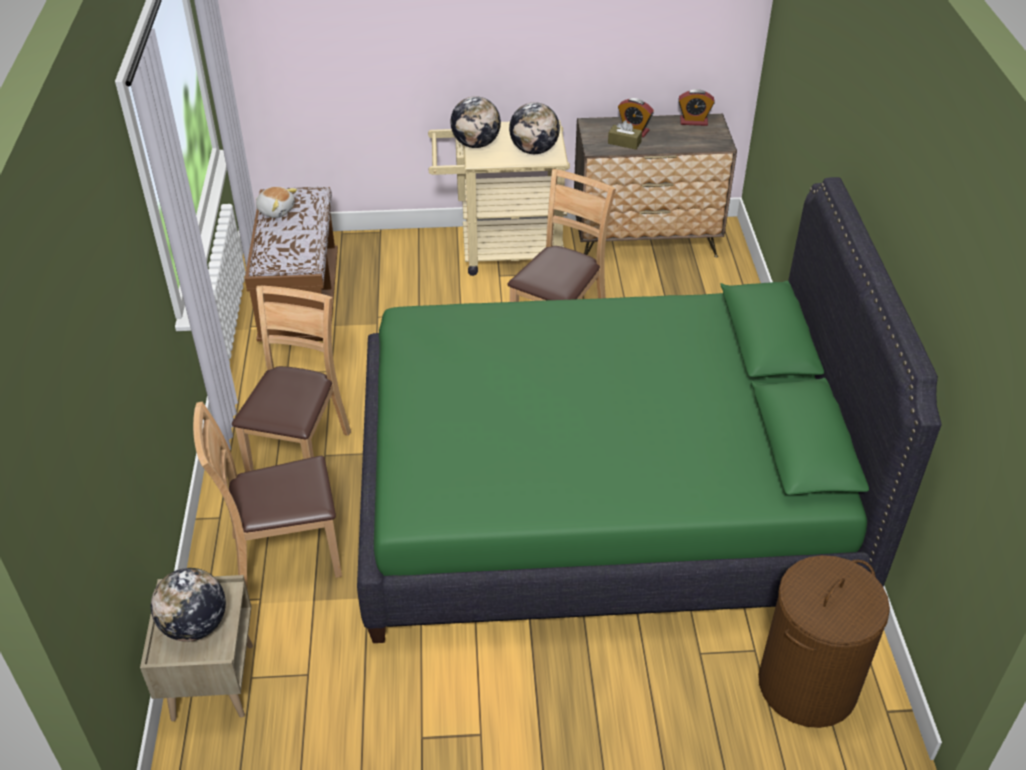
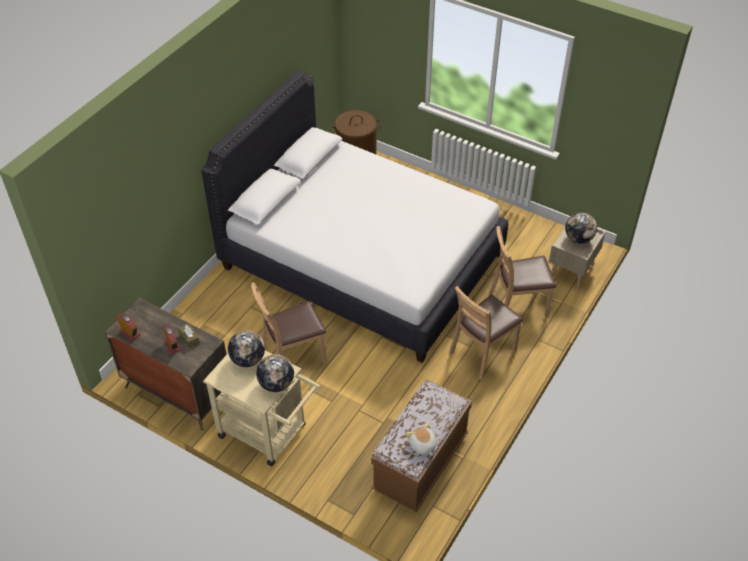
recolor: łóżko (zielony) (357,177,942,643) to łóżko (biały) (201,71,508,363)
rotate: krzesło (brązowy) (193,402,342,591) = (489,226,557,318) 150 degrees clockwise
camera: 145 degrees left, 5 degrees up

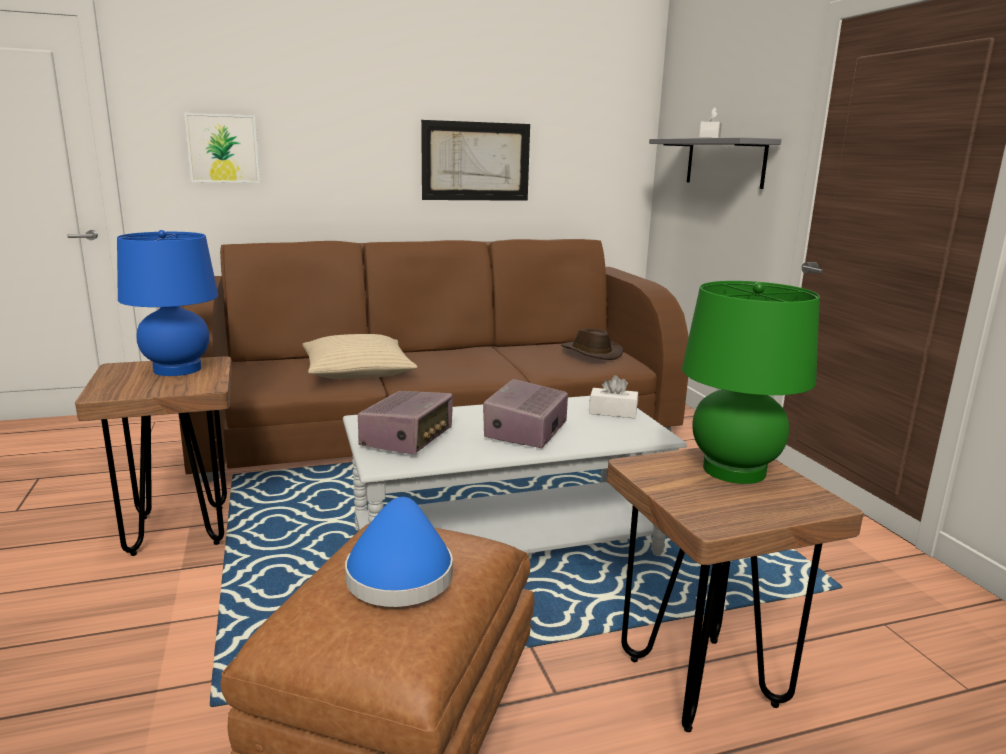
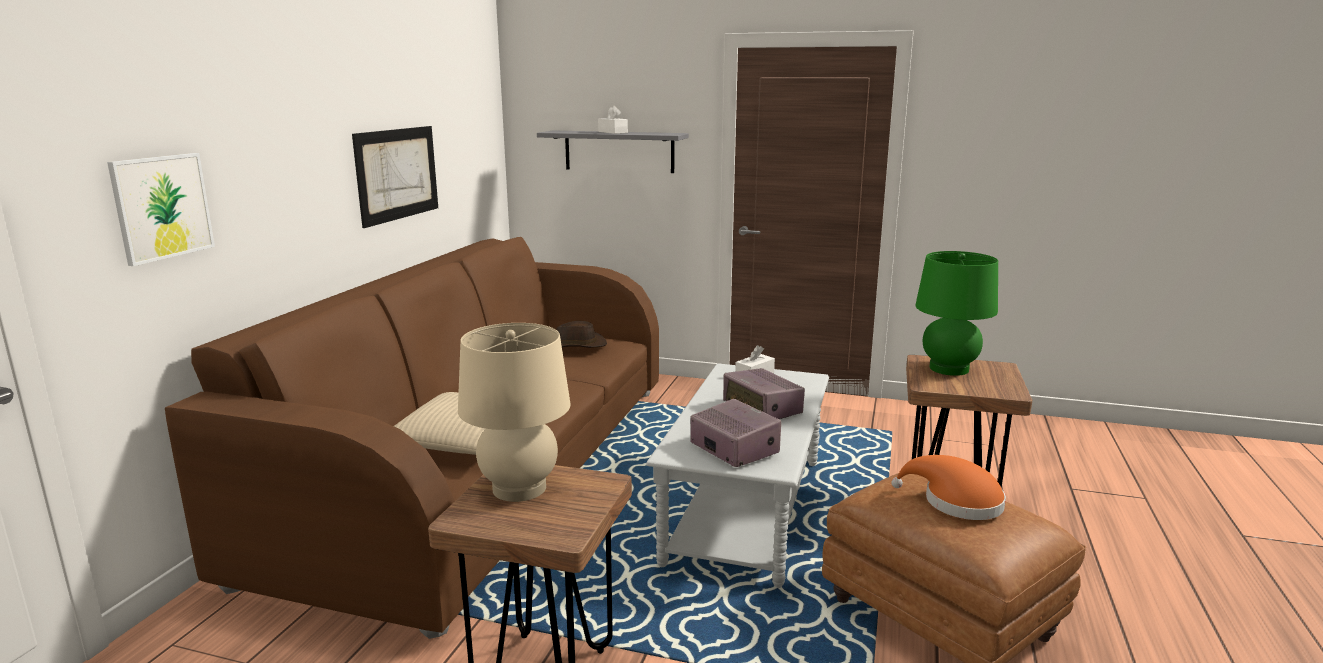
recolor: lampa stołowa (niebieski) (117,230,218,376) to lampa stołowa (beżowy) (458,323,570,502); kapelusz (niebieski) (345,497,453,607) to kapelusz (pomarańczowy) (891,455,1006,520)
camera: 55 degrees left, 0 degrees up

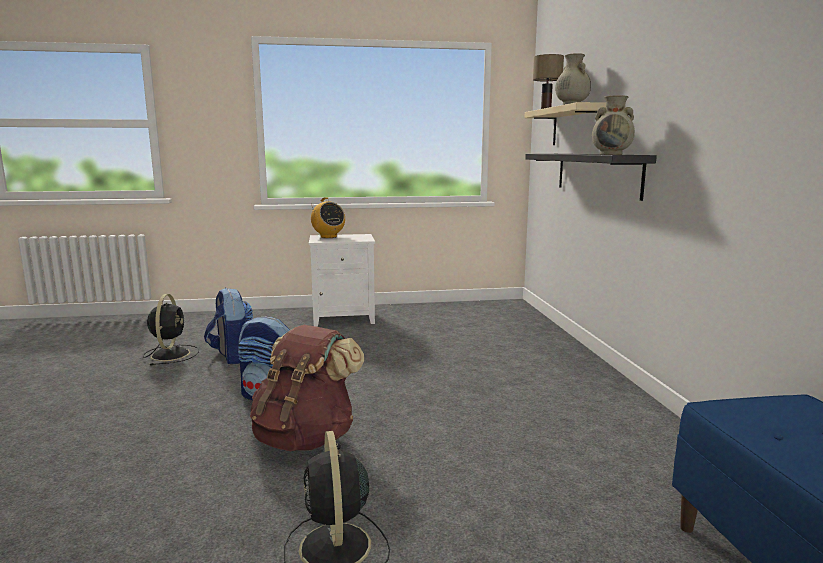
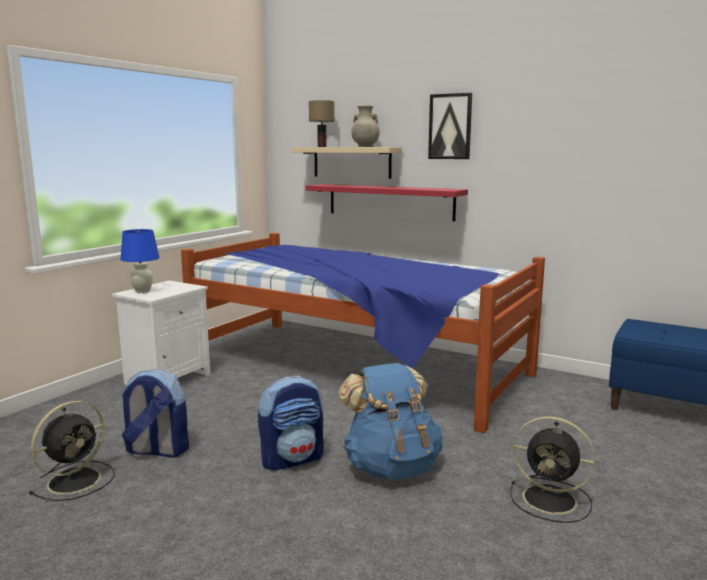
delete: wazon (beżowy) (592,95,635,155)
insert: łóżko (181,233,545,433); obraz (428,93,472,159)
replace: radio (311,197,345,238) to lampa stołowa (niebieski) (121,229,160,293)
recolor: plecak (brązowy) (250,325,364,451) to plecak (niebieski) (338,363,443,480); półka (czarny) (525,154,657,201) to półka (czerwony) (306,184,468,221)
rotate: wentylator (czarny) (143,294,199,365) = (28,401,115,501) 90 degrees clockwise
camera: 50 degrees left, 0 degrees up

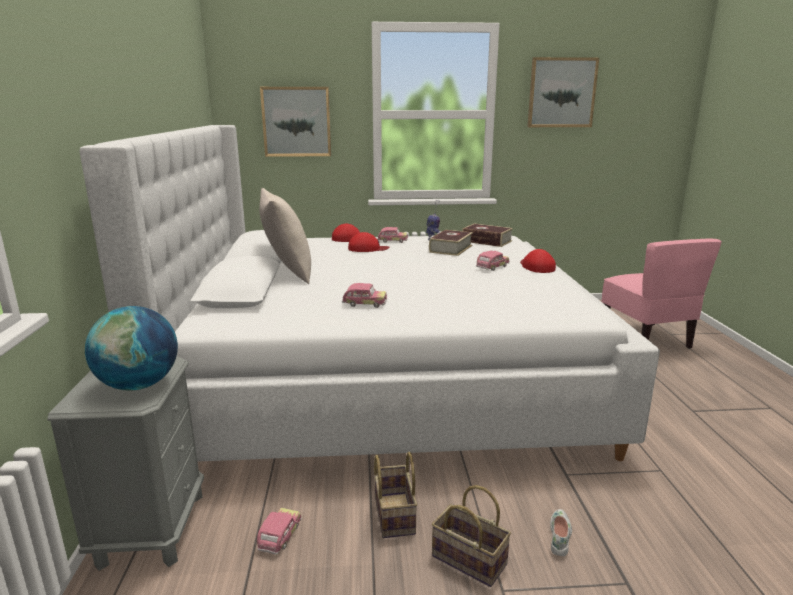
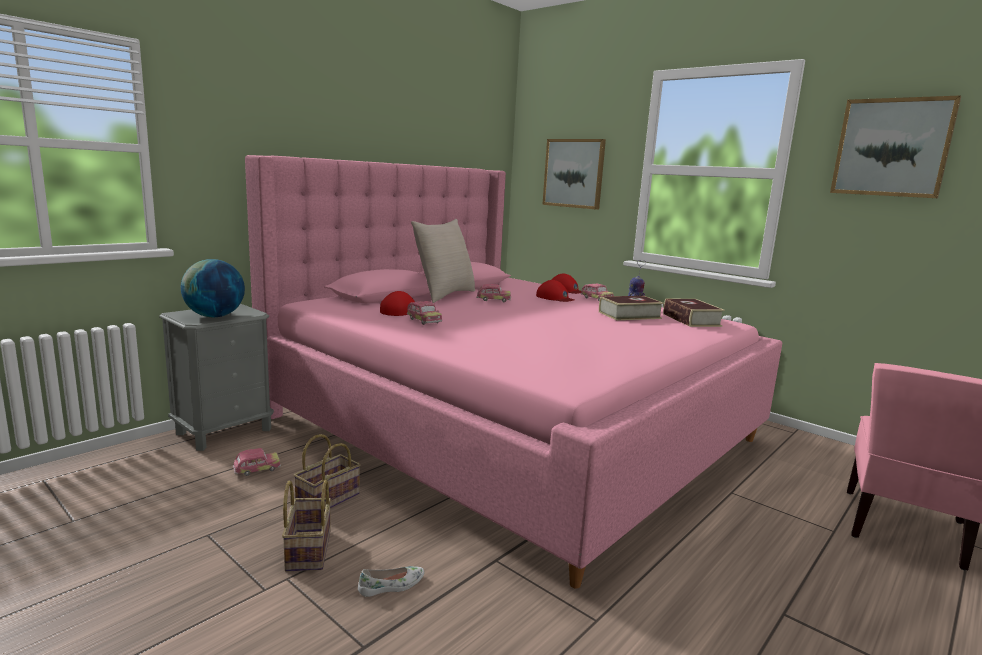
move: samochodzik (476,251,509,271) to (477,284,511,302); czapka z daszkiem (czerwony) (520,249,556,273) to (380,291,415,316)
recolor: łóżko (biały) (79,125,660,462) to łóżko (różowy) (245,155,782,589)
camera: 45 degrees right, 5 degrees down

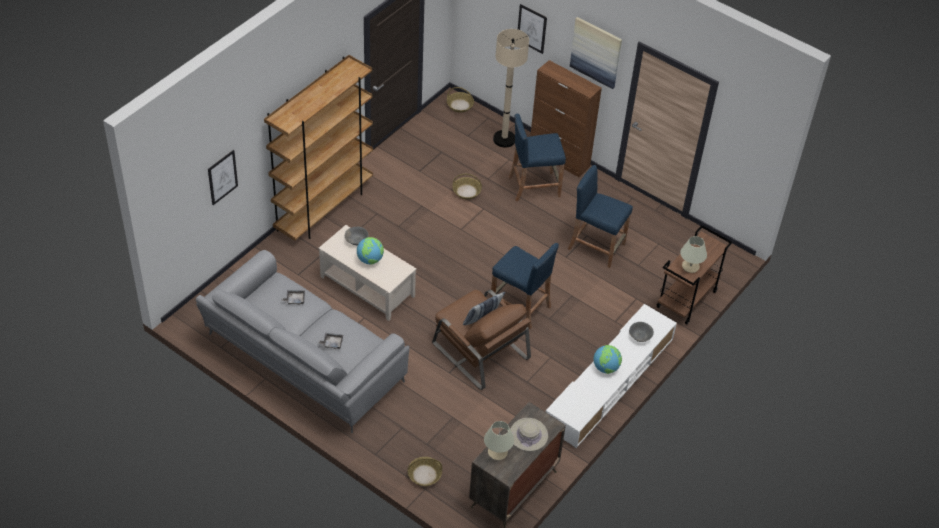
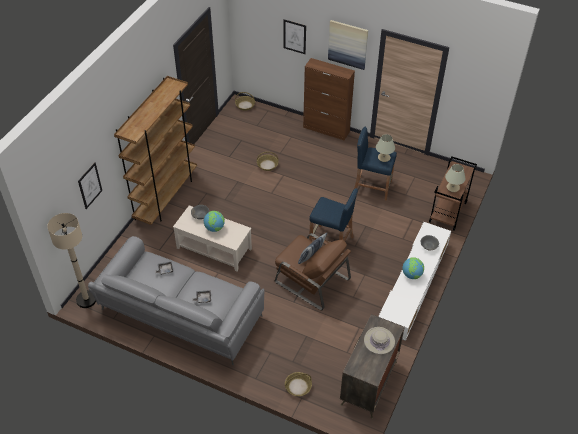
delete: stołek (niebieski) (509,113,566,201)
move: lampa stołowa (beżowy) (484,421,514,460) to (376,134,395,162); lampa stojąca (beżowy) (493,29,529,148) to (47,213,96,308)
camera: 10 degrees left, 0 degrees up

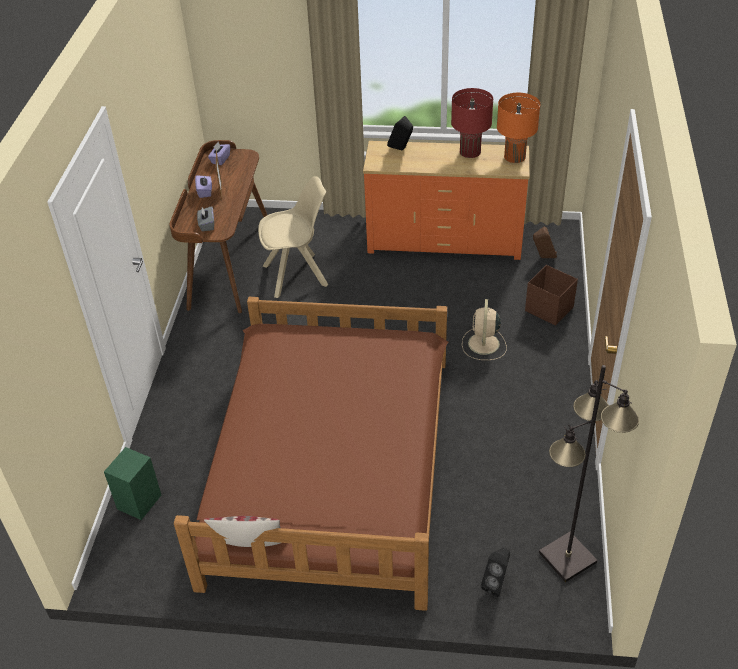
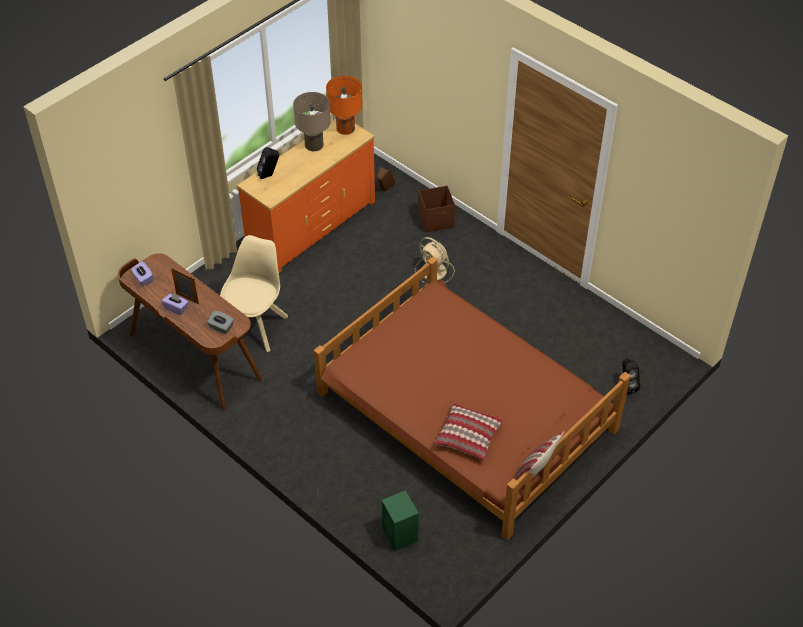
delete: lampa stojąca (czarny) (539,365,639,582)
insert: poduszka (434,402,503,460)
recolor: lampa stołowa (czerwony) (451,88,493,158) to lampa stołowa (beżowy) (293,92,331,151)
camera: 55 degrees left, 5 degrees up

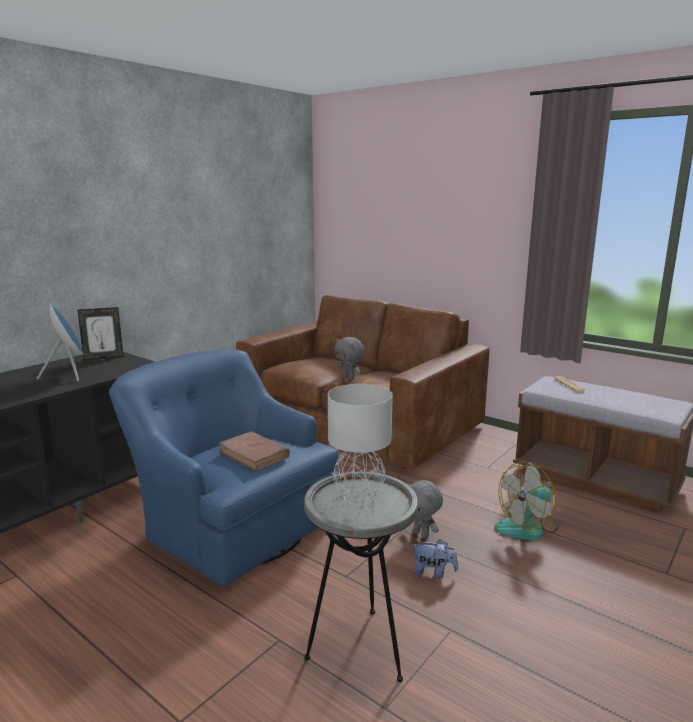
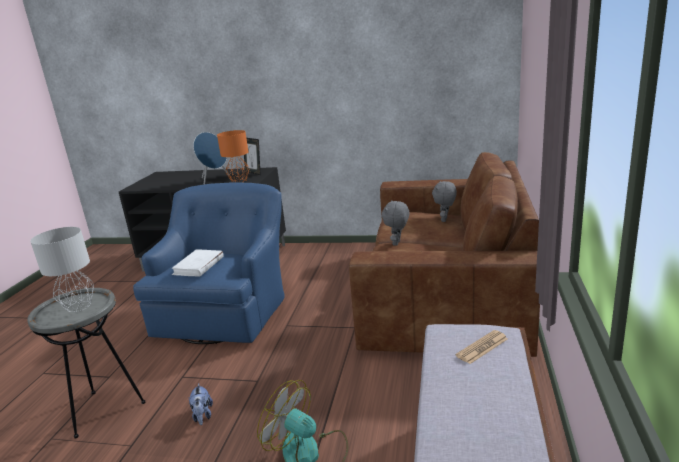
insert: lampa stołowa (pomarańczowy) (217,130,249,183)
move: pluszak (szary) (407,480,443,539) to (432,181,457,222)
recolor: książka (brązowy) (218,431,290,471) to książka (biały) (171,249,224,277)
camera: 65 degrees right, 5 degrees up

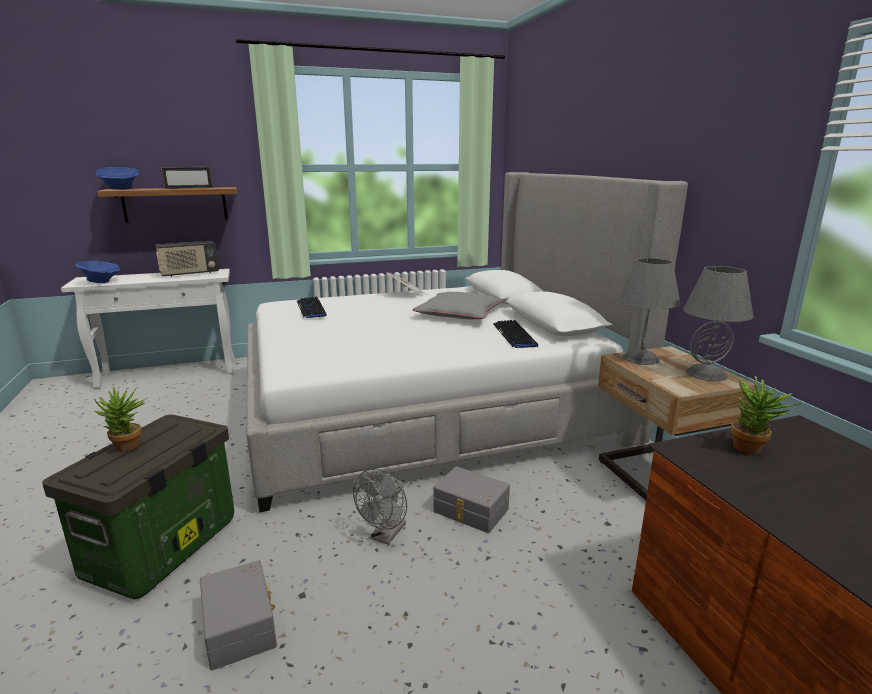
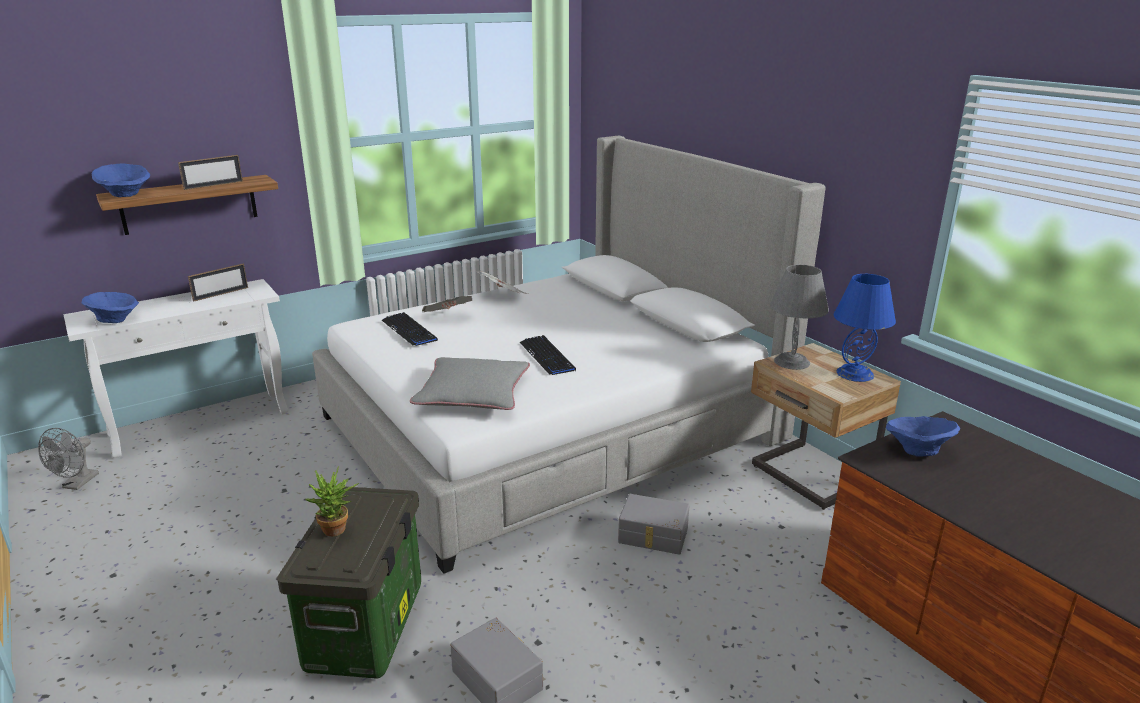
insert: gazeta (422,296,472,312)
move: wentylator (szary) (353,469,407,545) to (38,428,99,490); poduszka (szary) (412,292,504,319) to (410,357,530,410); klawiatura (493,320,538,348) to (520,335,576,375)
replace: radio (156,241,219,277) to ramka na zdjęcie (188,264,248,301); roślina doniczkowa (731,376,802,455) to miska (niebieski) (886,416,960,457)
recolor: lampa stołowa (szary) (683,266,754,381) to lampa stołowa (niebieski) (834,274,896,382)
camera: 15 degrees left, 5 degrees up

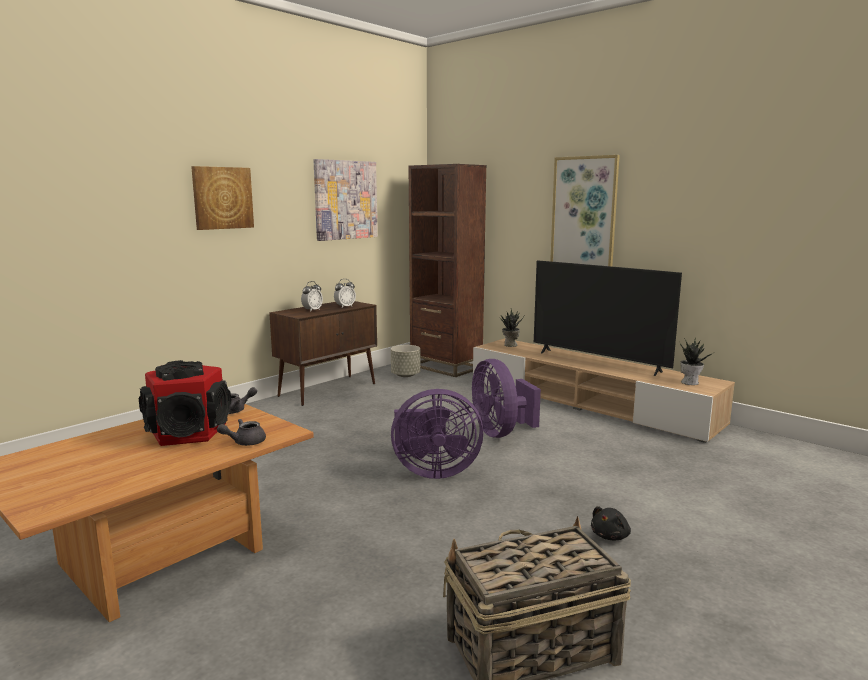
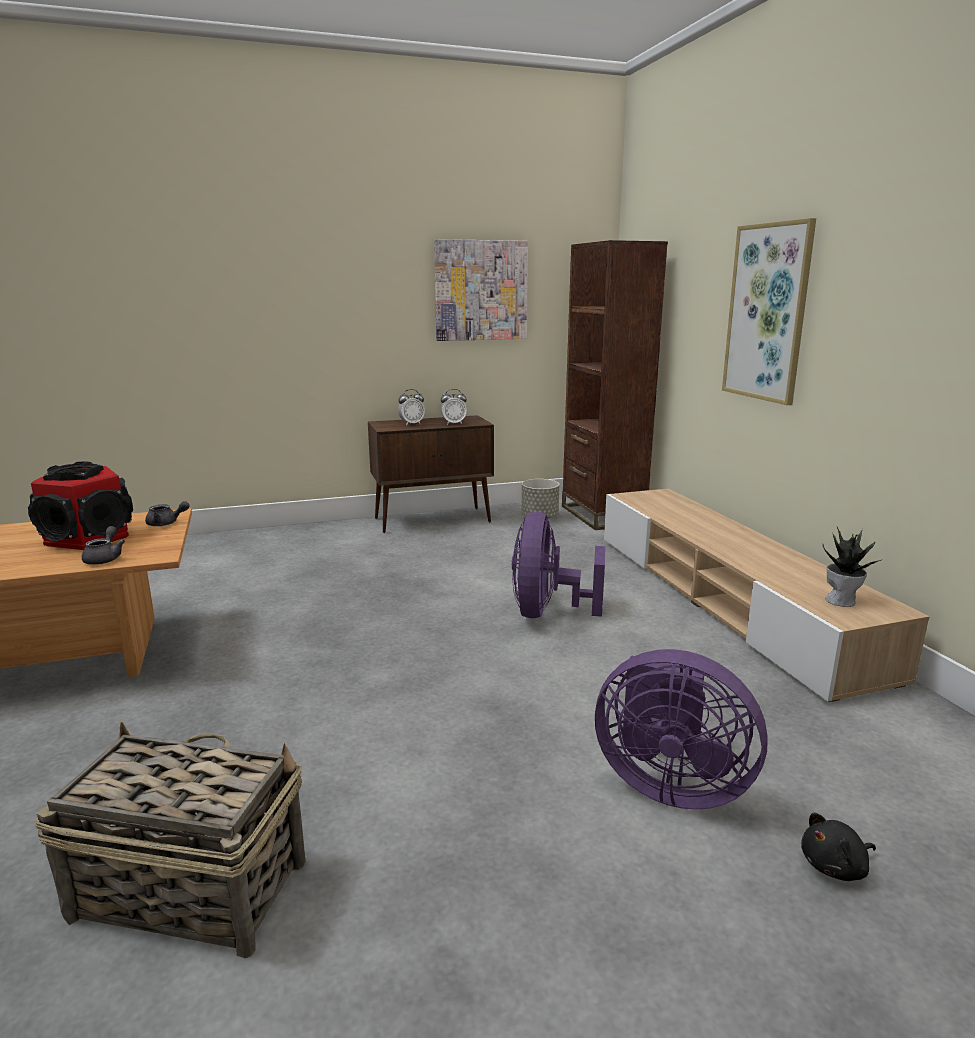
delete: obraz (191,166,254,230); roślina doniczkowa (499,309,524,347); telewizor (534,260,682,376)
move: wentylator (fioletowy) (391,389,483,479) to (595,649,768,810); pluszak (czarny) (591,506,631,541) to (801,813,876,881)
rotate: imbryk (szary) (217,419,266,446) = (82,526,125,565) 90 degrees clockwise
camera: 30 degrees right, 5 degrees up

